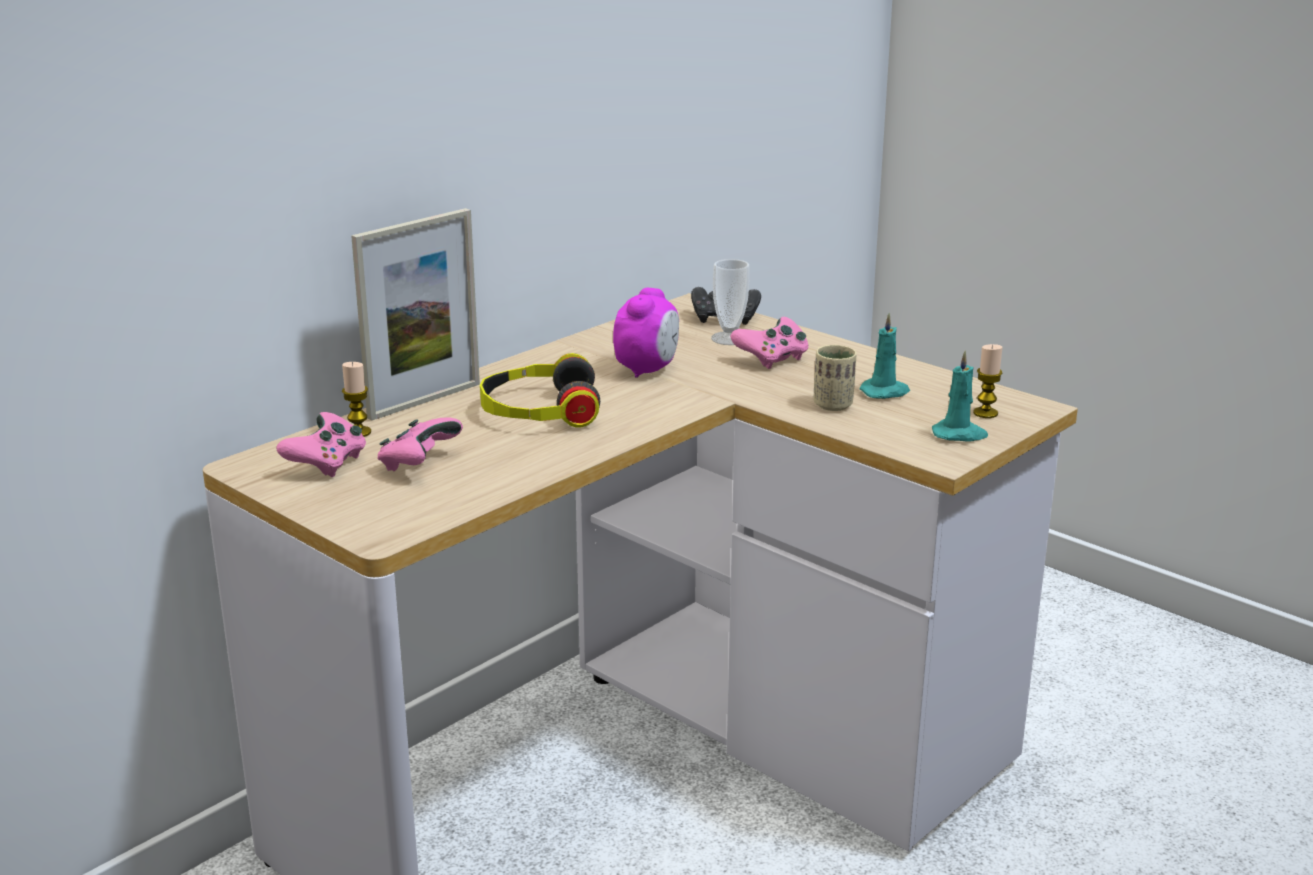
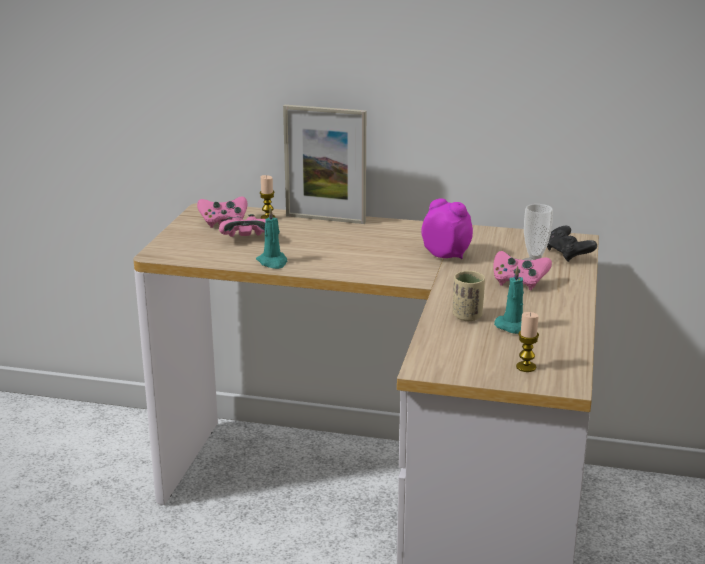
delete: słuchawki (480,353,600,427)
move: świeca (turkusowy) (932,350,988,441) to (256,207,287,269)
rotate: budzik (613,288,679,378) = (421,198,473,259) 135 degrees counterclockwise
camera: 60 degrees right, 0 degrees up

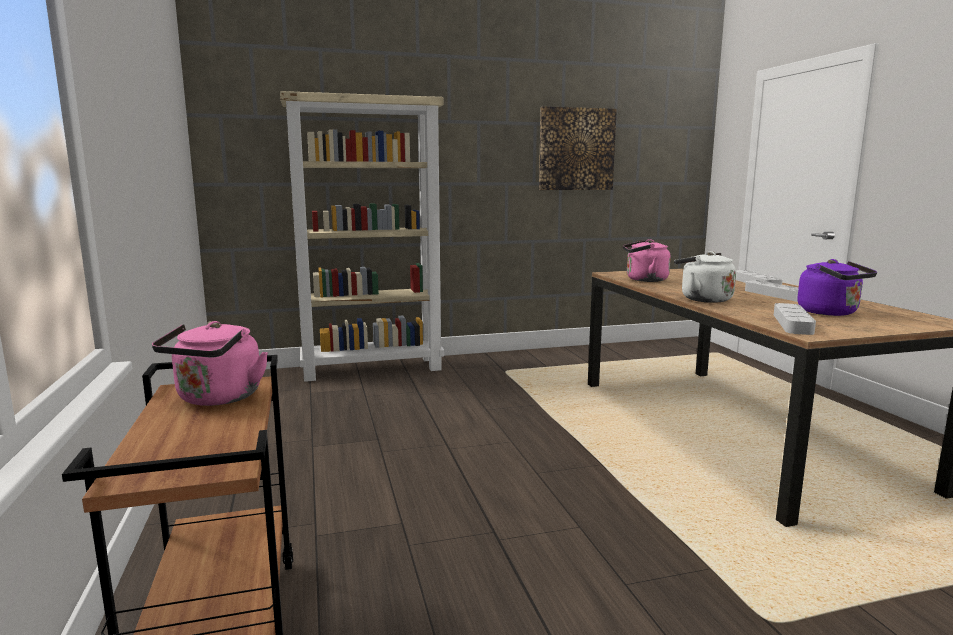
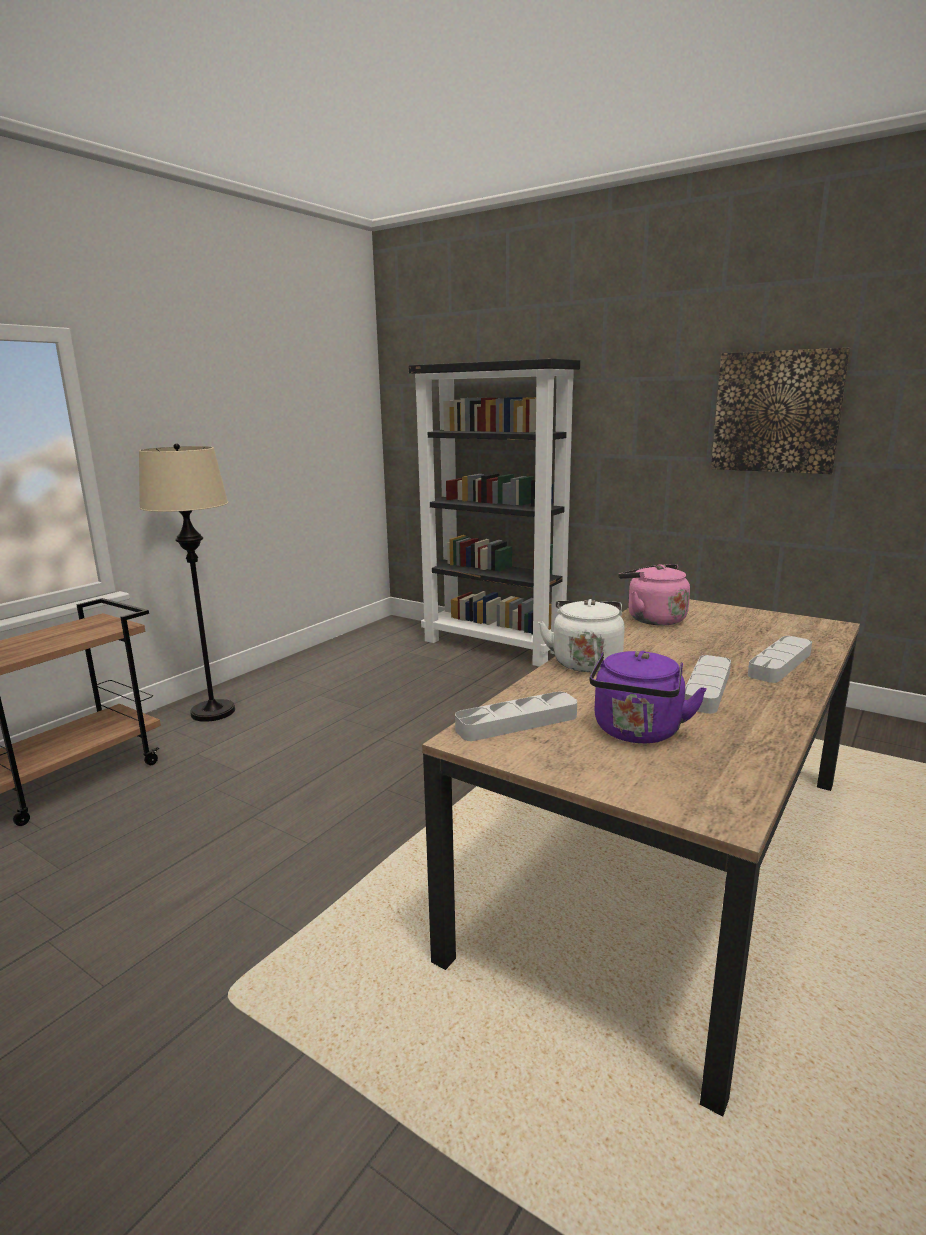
delete: czajnik (różowy) (152,321,268,406)
insert: lampa stojąca (beżowy) (139,443,235,722)
recolor: regał (beżowy) (280,91,444,382) to regał (czarny) (409,358,580,667)
camera: 50 degrees right, 5 degrees up

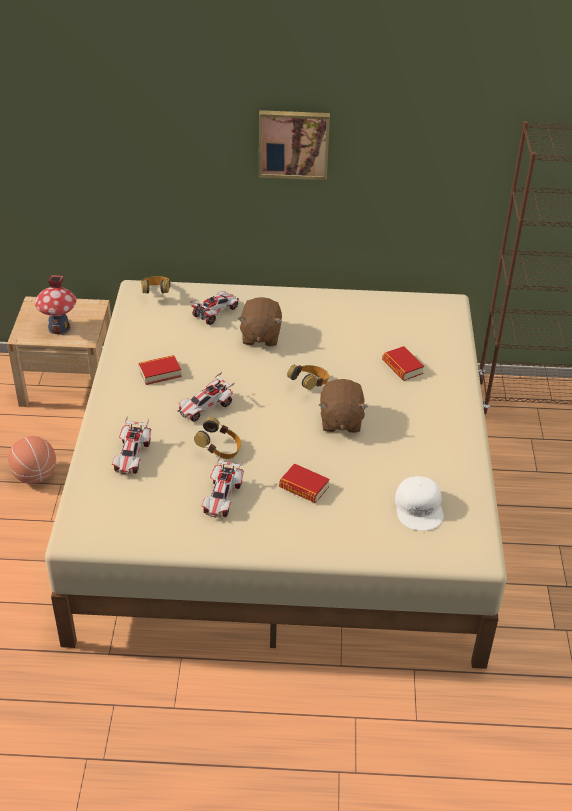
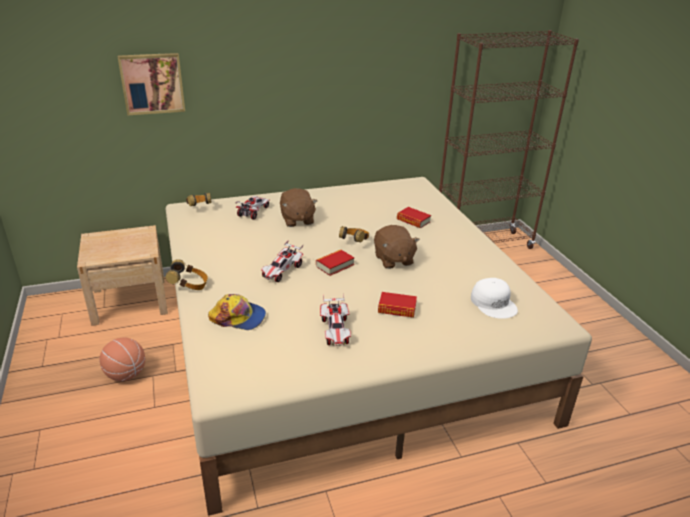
delete: domek (35,275,76,335)
move: książka (139,355,182,385) to (316,250,355,276); słuchawki (194,417,242,459) to (165,259,208,290); obraz (259,110,330,180) to (118,53,185,115)
replace: samochodzik (112,416,151,475) to czapka z daszkiem (208,294,266,330)
camera: 20 degrees left, 10 degrees down

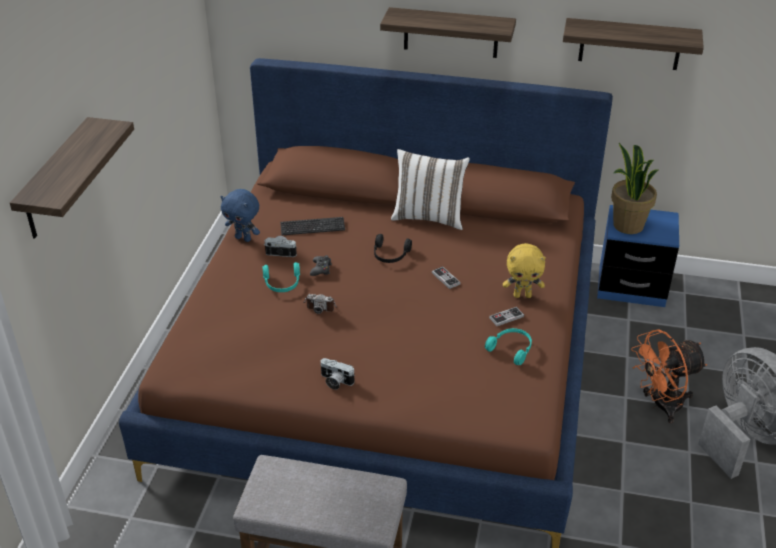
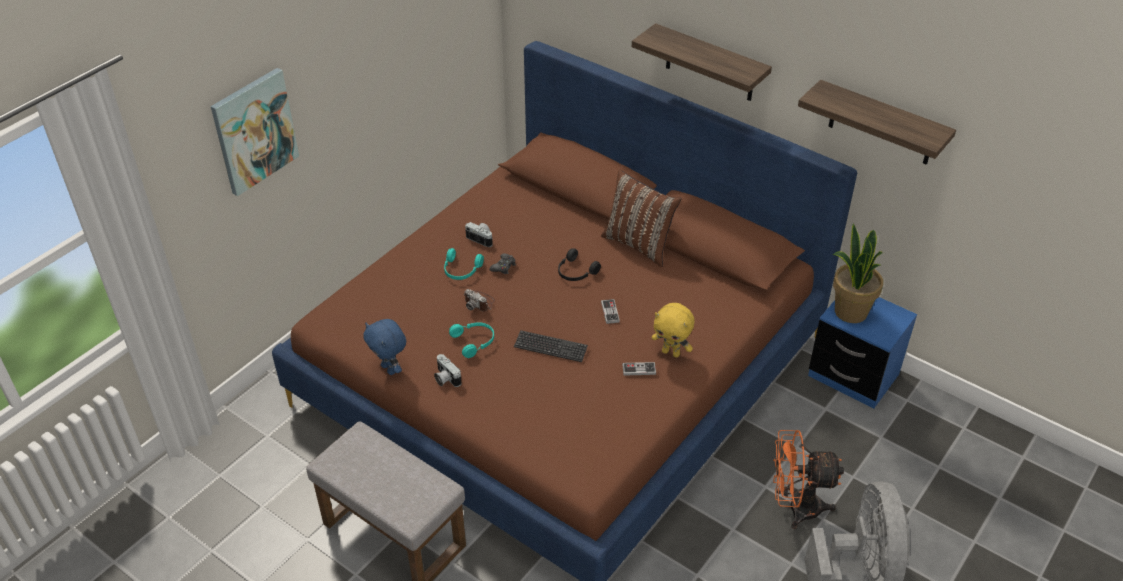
move: pluszak (niebieski) (220,189,260,242) to (364,319,406,375); klawiatura (280,217,345,235) to (514,330,588,362); słuchawki (turkusowy) (485,328,532,365) to (449,322,494,358)
replace: półka (10,117,134,238) to obraz (211,68,299,196)
recolor: poduszka (biały) (391,149,470,230) to poduszka (brązowy) (601,170,681,267)
camera: 25 degrees right, 5 degrees up

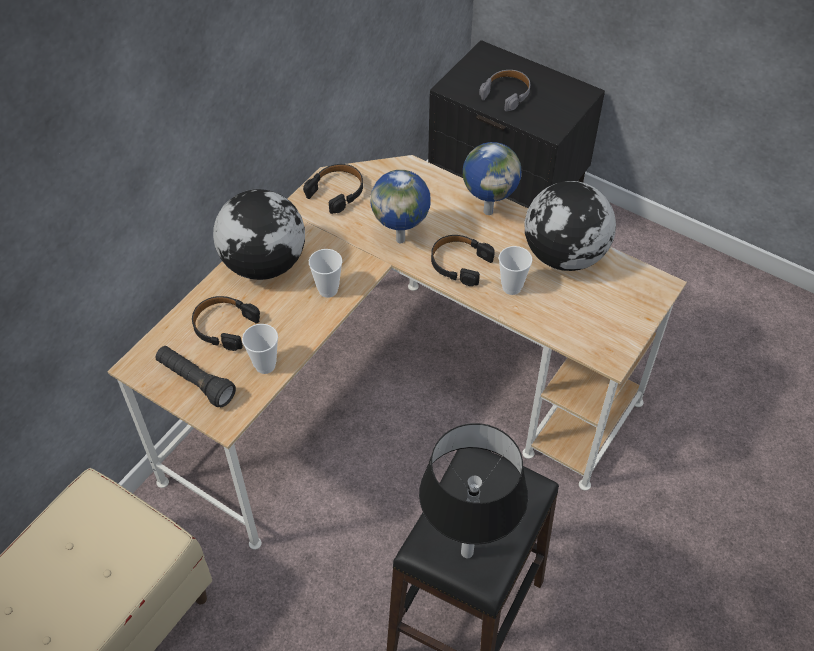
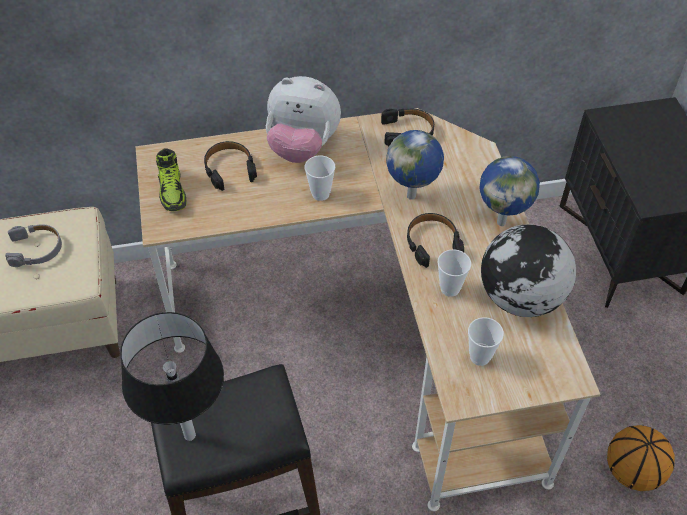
insert: piłka do koszykówki (607,425,675,491)
move: filiżanka (242,324,278,374) to (468,317,504,366); słuchawki (szary) (479,70,530,111) to (5,224,62,267)
replace: latarka (czarny) (156,346,236,407) to but (156,148,187,211); globus (213,189,305,280) to pluszak (266,76,341,163)
camera: 45 degrees right, 0 degrees up

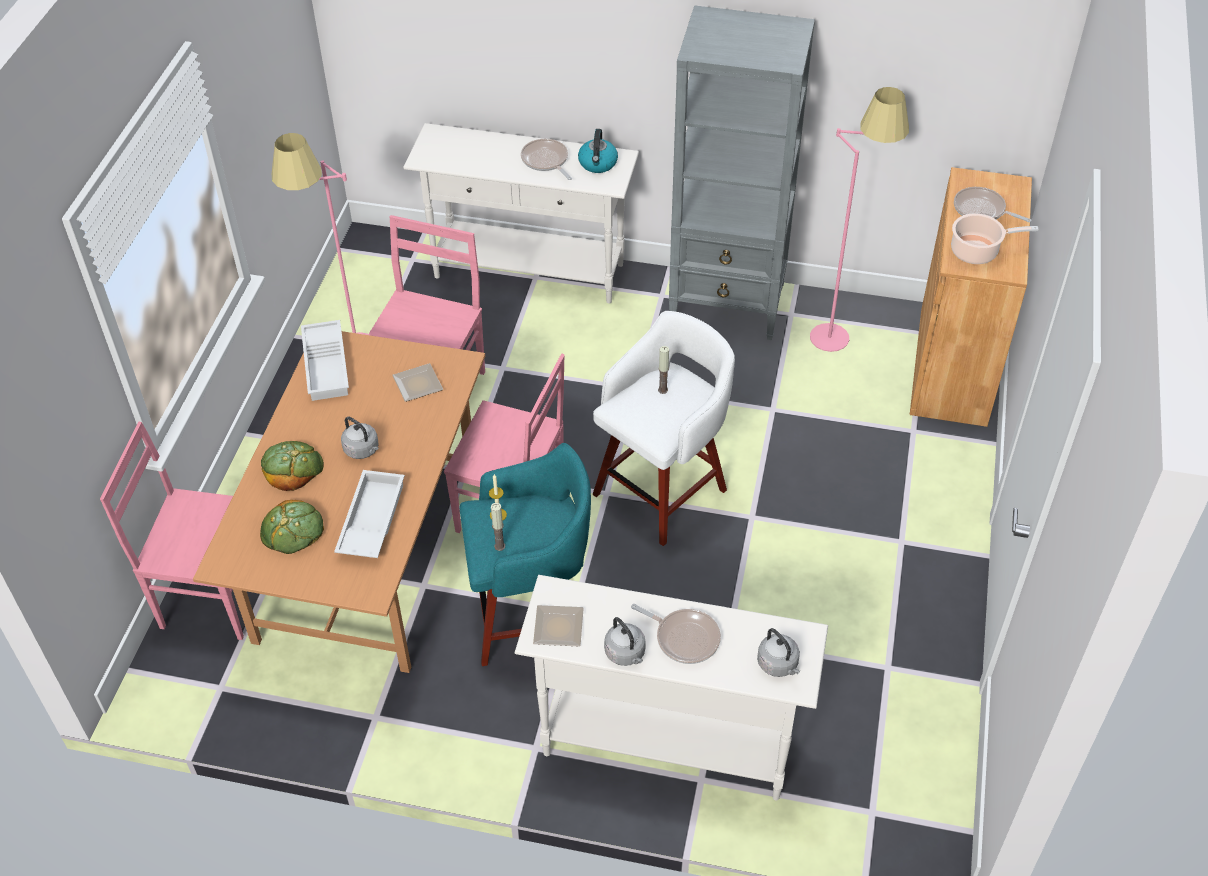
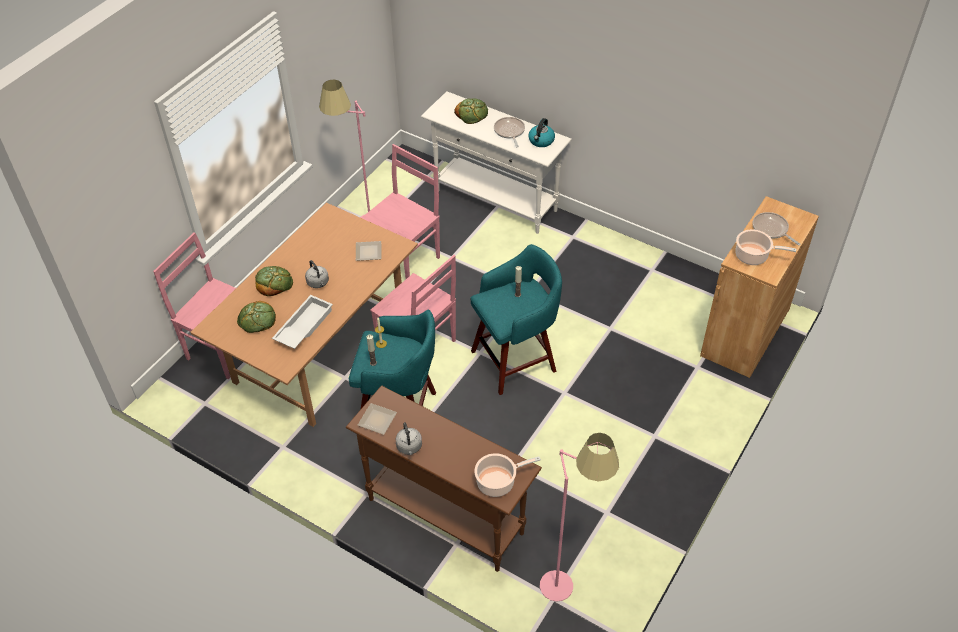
delete: taca (biały) (301,320,349,401); patelnia (631,604,721,664); regał (szary) (669,5,815,340)
insert: chleb (454,98,488,124)
move: lampa stojąca (różowy) (810,87,909,352) to (540,433,619,602)
replace: czajnik (szary) (757,628,800,677) to garnek (474,453,541,497)
recolor: stolik konsolowy (biały) (515,575,828,800) to stolik konsolowy (brązowy) (346,385,542,572); stołek (biały) (593,311,735,546) to stołek (turkusowy) (471,244,562,395)
camera: 20 degrees right, 0 degrees up

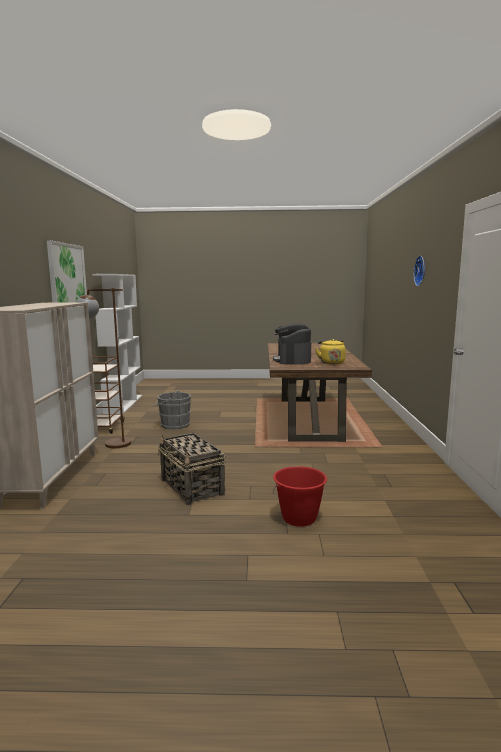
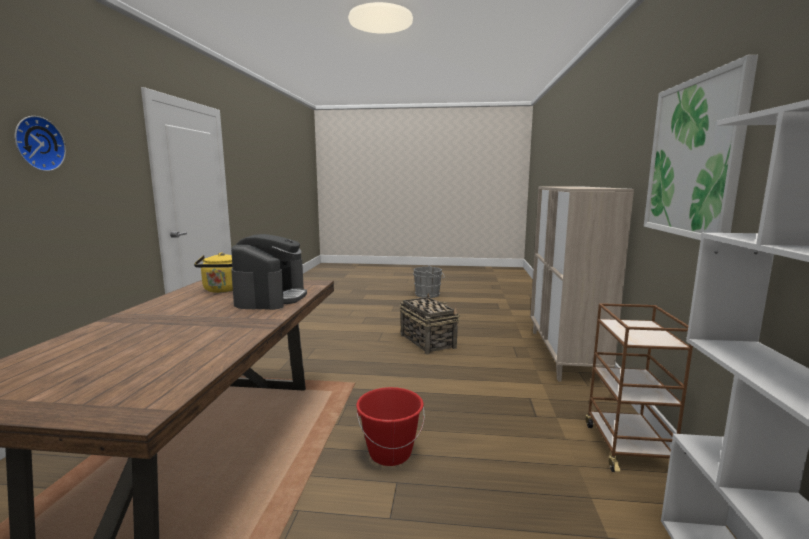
delete: lampa stojąca (brązowy) (76,288,131,448)
move: wiadro (szary) (154,390,191,430) to (413,265,445,298); wiadro (czerwony) (273,466,327,527) to (356,387,425,466)
camera: 175 degrees left, 0 degrees up

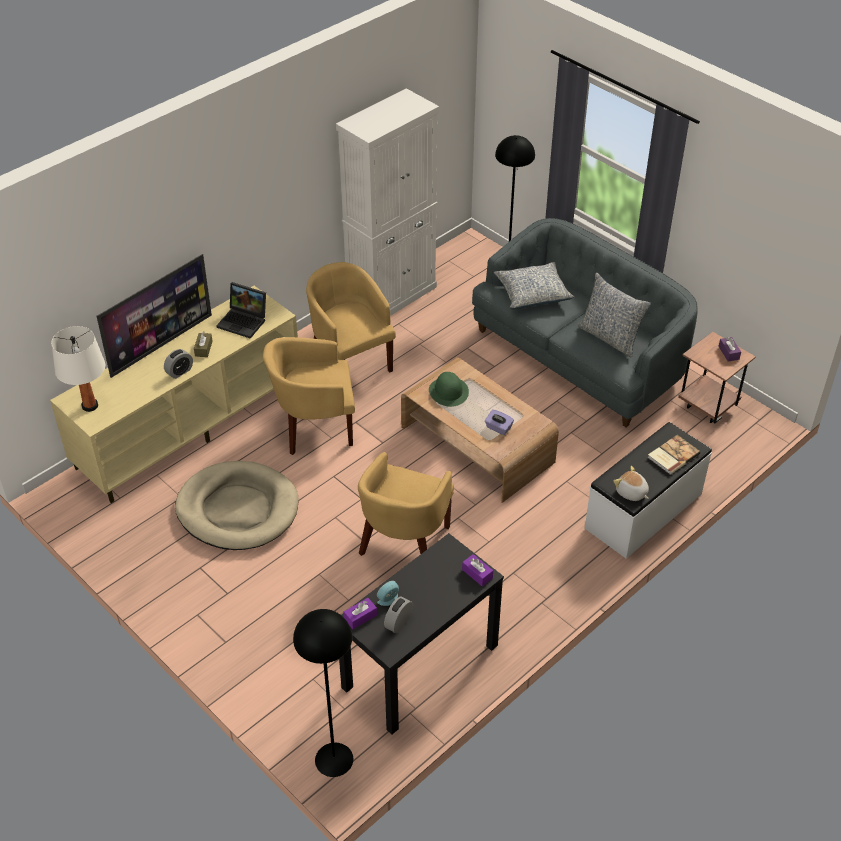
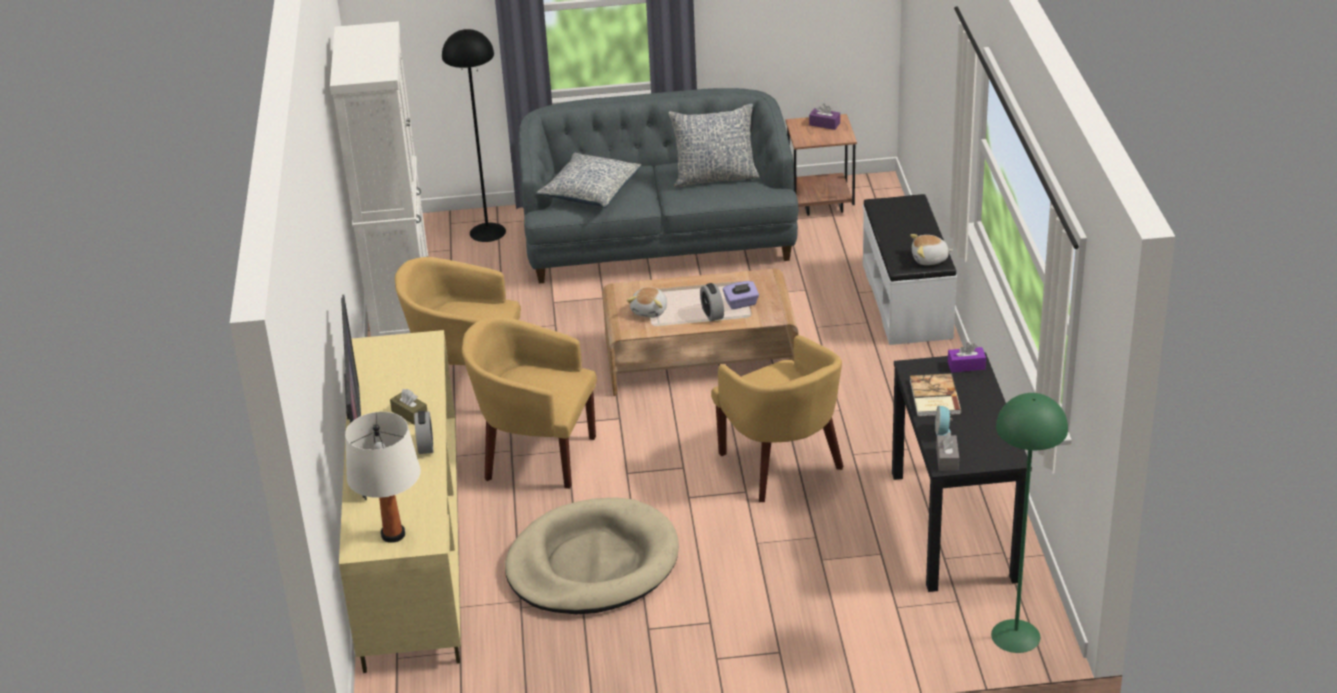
delete: laptop (216,282,266,339)
move: budzik (384,596,413,633) to (700,283,724,322); książka (648,435,700,475) to (910,374,961,417)
replace: kapelusz (zielony) (429,372,469,407) to pluszak (627,287,667,318)
recolor: lampa stojąca (czarny) (293,609,353,777) to lampa stojąca (zielony) (991,393,1068,653); pudełko chusteczek (fioletowy) (344,598,377,629) to pudełko chusteczek (szary) (936,432,959,471)
rotate: fotel (żółty) (263,337,355,455) = (462,317,597,489) 75 degrees clockwise
camera: 50 degrees left, 10 degrees down

